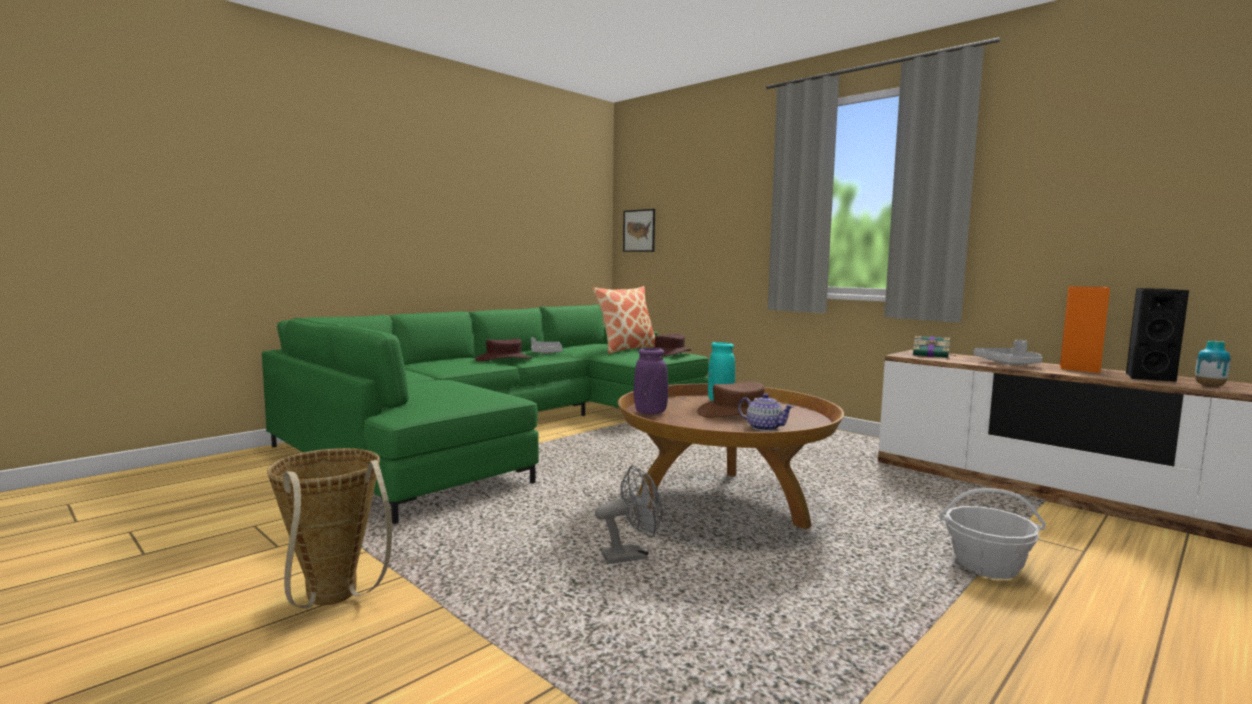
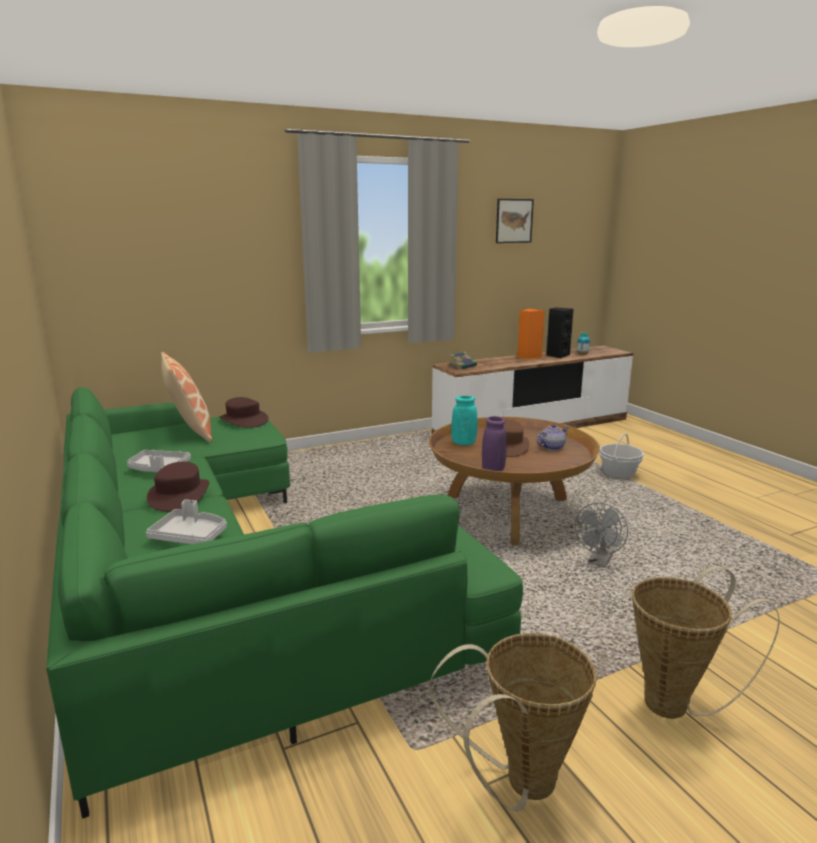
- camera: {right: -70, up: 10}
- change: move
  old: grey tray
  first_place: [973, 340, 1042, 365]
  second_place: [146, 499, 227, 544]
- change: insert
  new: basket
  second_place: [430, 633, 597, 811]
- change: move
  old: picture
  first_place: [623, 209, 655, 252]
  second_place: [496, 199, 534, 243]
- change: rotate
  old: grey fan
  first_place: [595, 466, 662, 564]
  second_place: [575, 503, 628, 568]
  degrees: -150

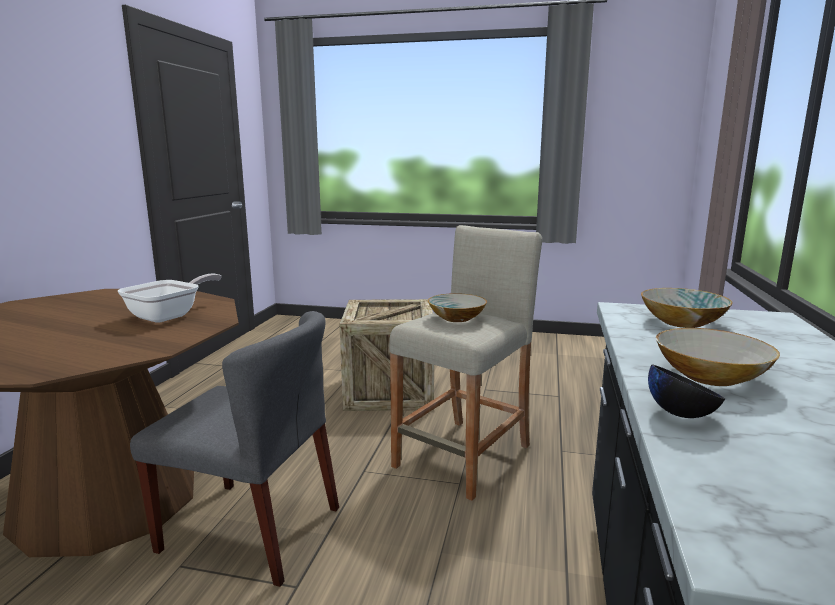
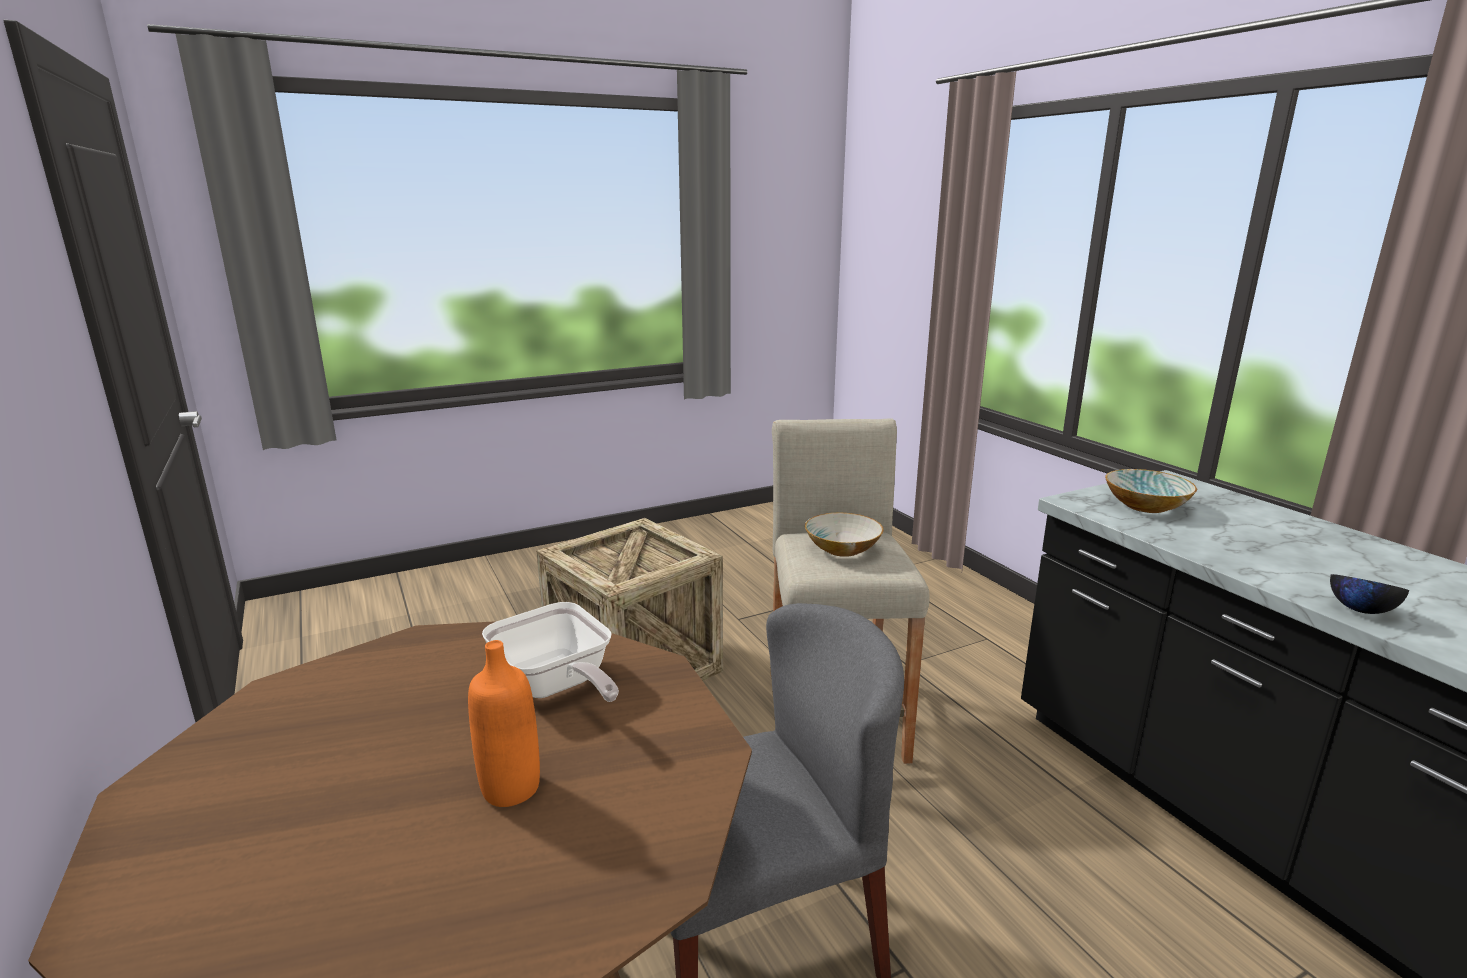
- camera: {right: -40, up: 5}
- change: insert
  new: orange bottle
  second_place: [468, 640, 540, 807]
- change: rotate
  old: frying pan
  first_place: [118, 274, 222, 323]
  second_place: [482, 602, 619, 702]
  degrees: 150
- change: delete
  old: bowl
  first_place: [656, 328, 780, 386]

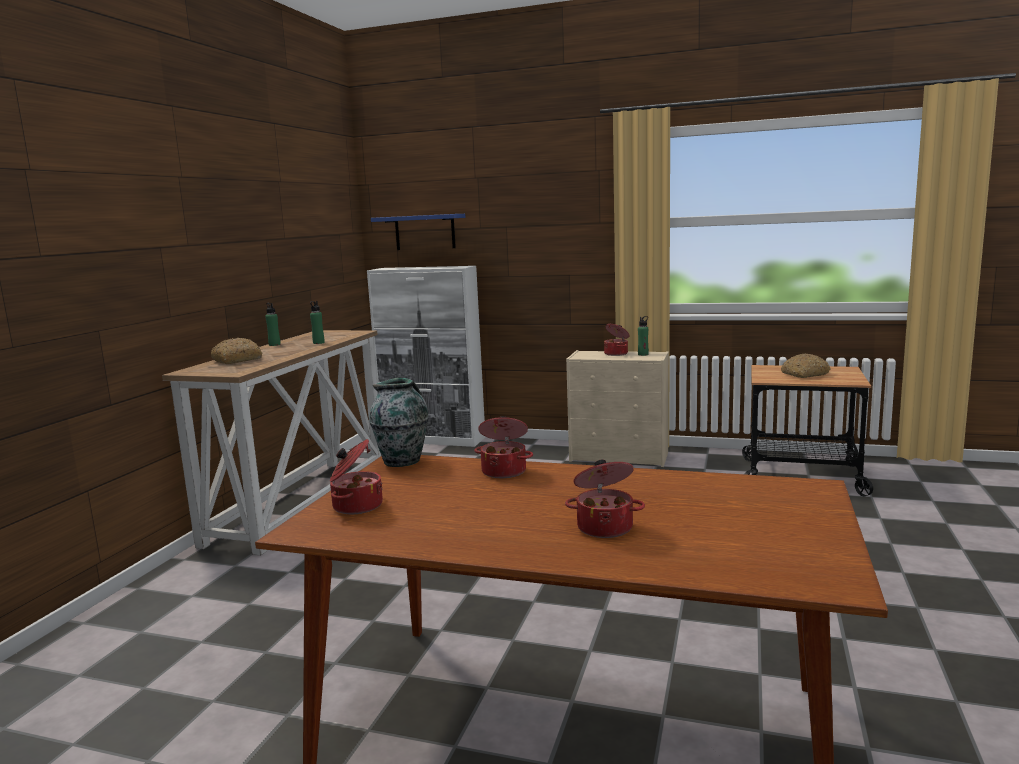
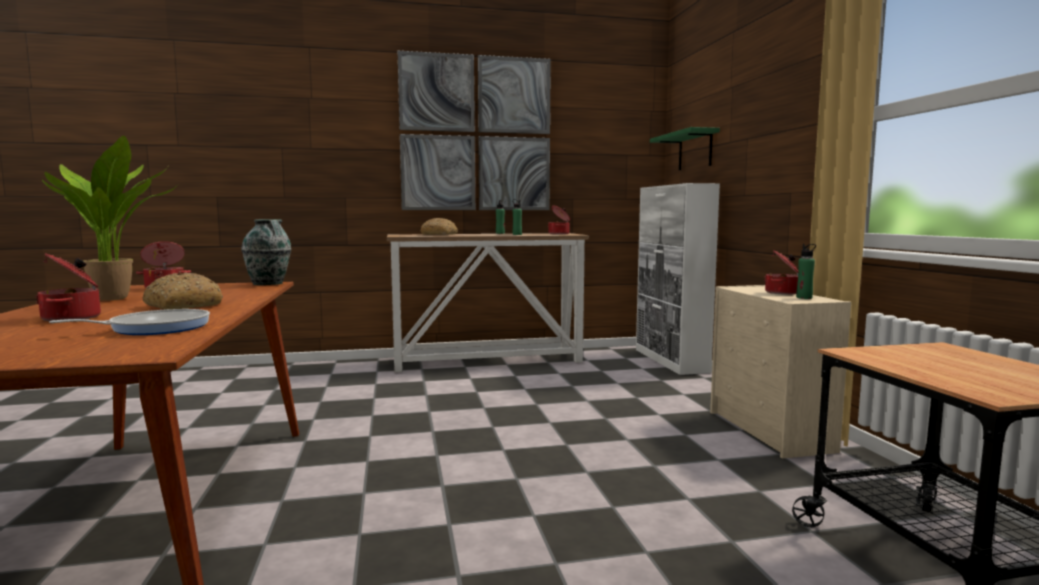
- camera: {right: 60, up: -5}
- change: insert
  new: potted plant
  second_place: [42, 136, 178, 301]
- change: insert
  new: frying pan
  second_place: [49, 309, 210, 335]
- change: move
  old: bread
  first_place: [781, 354, 831, 378]
  second_place: [142, 272, 223, 309]
- change: insert
  new: picture
  second_place: [397, 51, 551, 210]
- change: move
  old: cooking pot
  first_place: [474, 416, 533, 478]
  second_place: [548, 206, 570, 235]
- change: recolor
  old: blue shelf
  new: green shelf
  first_place: [371, 214, 465, 250]
  second_place: [650, 127, 720, 170]

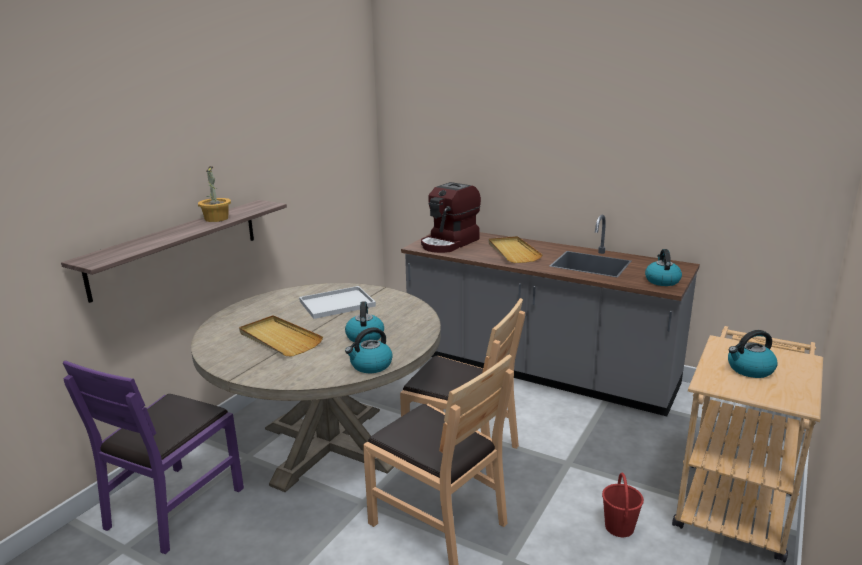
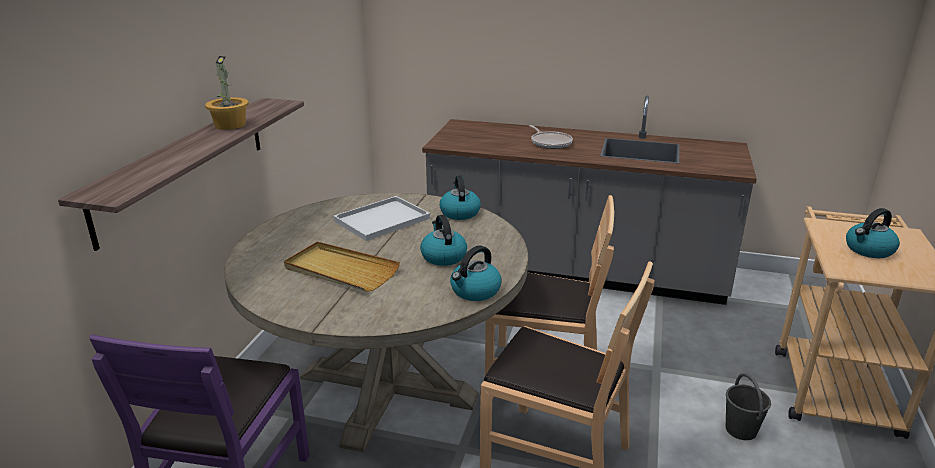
- camera: {right: -15, up: 5}
- change: move
  old: kettle
  first_place: [645, 249, 682, 286]
  second_place: [439, 175, 481, 220]
- change: replace
  old: beige tray
  new: frying pan
  first_place: [489, 236, 543, 263]
  second_place: [529, 125, 573, 149]
- change: recolor
  old: red bucket
  new: grey bucket
  first_place: [602, 473, 644, 537]
  second_place: [726, 373, 771, 440]
- change: delete
  old: coffee machine
  first_place: [421, 182, 481, 253]

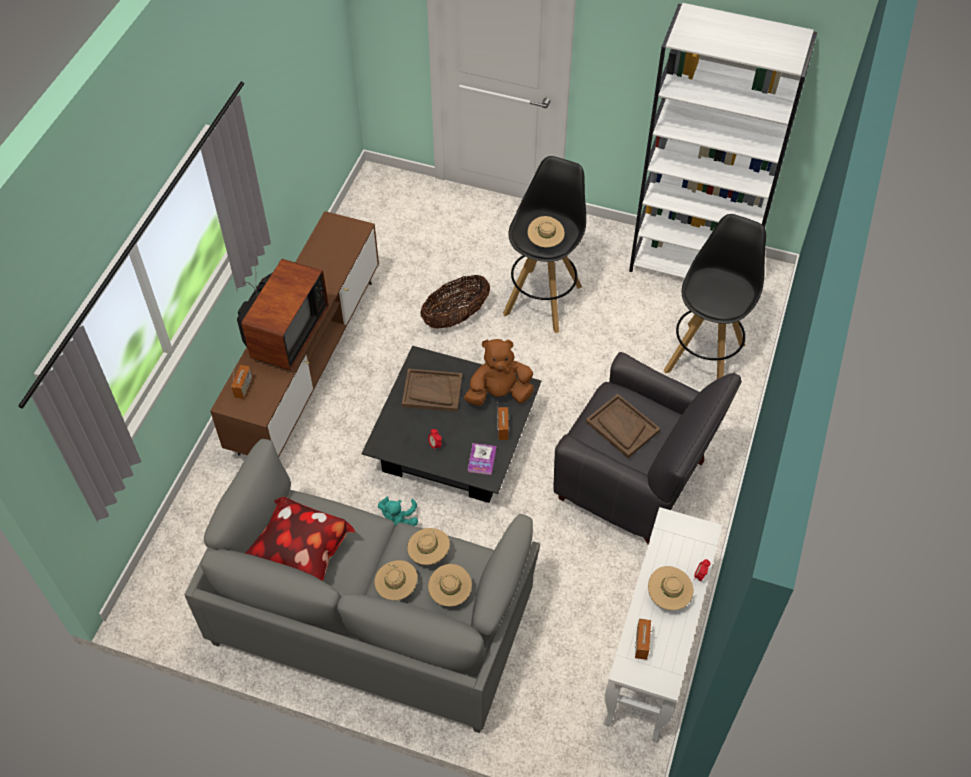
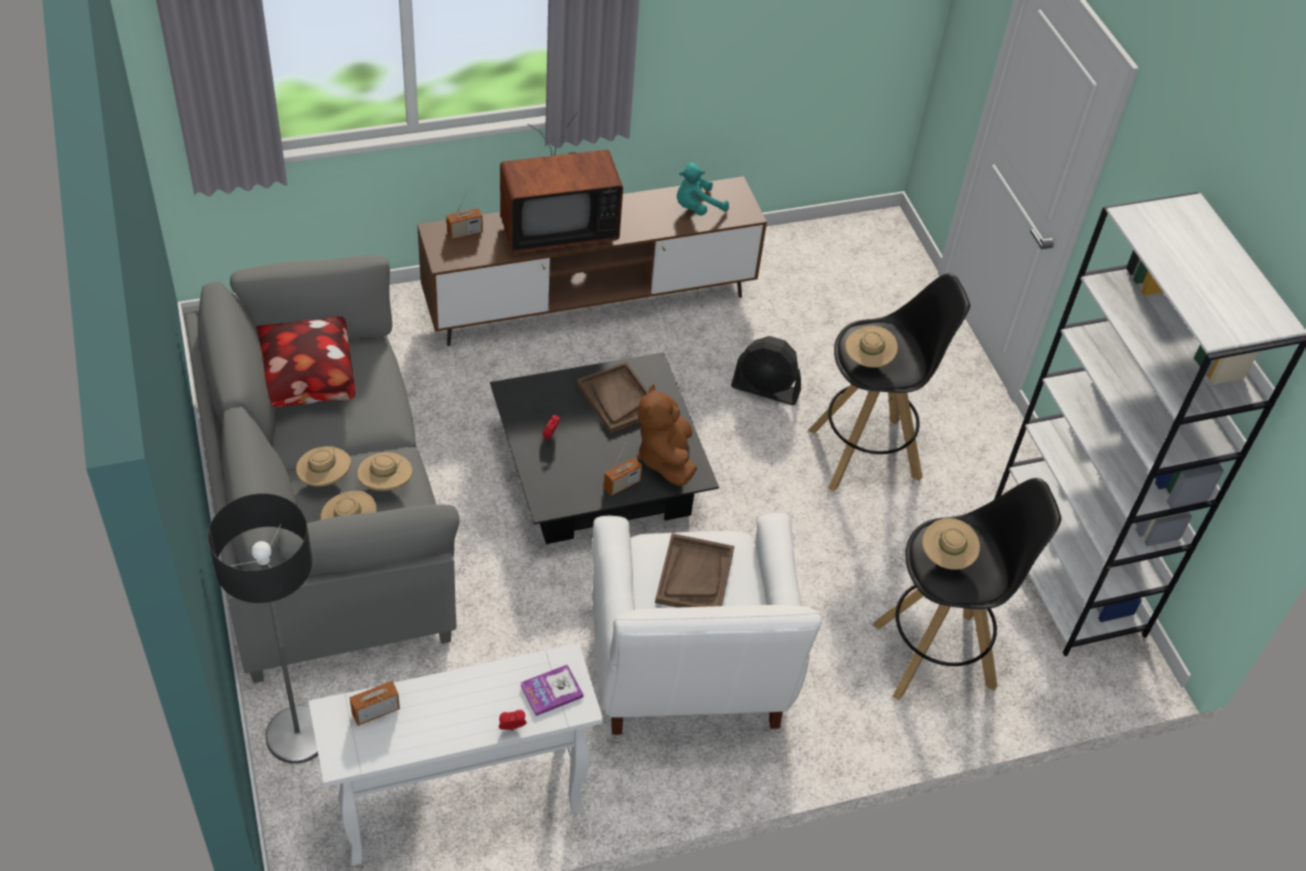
- camera: {right: 50, up: -5}
- change: insert
  new: floor lamp
  second_place: [208, 493, 318, 763]
- change: move
  old: book
  first_place: [468, 443, 497, 475]
  second_place: [520, 665, 584, 716]
- change: recolor
  old: black armchair
  new: white armchair
  first_place: [553, 352, 742, 544]
  second_place: [593, 511, 822, 735]
- change: rotate
  old: brown plush toy
  first_place: [464, 339, 534, 406]
  second_place: [637, 384, 697, 486]
  degrees: -135
- change: move
  old: turquoise plush toy
  first_place: [378, 497, 418, 526]
  second_place: [677, 163, 729, 216]
- change: replace
  old: basket
  new: black fan
  first_place: [420, 275, 490, 329]
  second_place: [731, 336, 801, 405]
- change: move
  old: beige hat
  first_place: [648, 566, 693, 610]
  second_place: [922, 518, 980, 570]

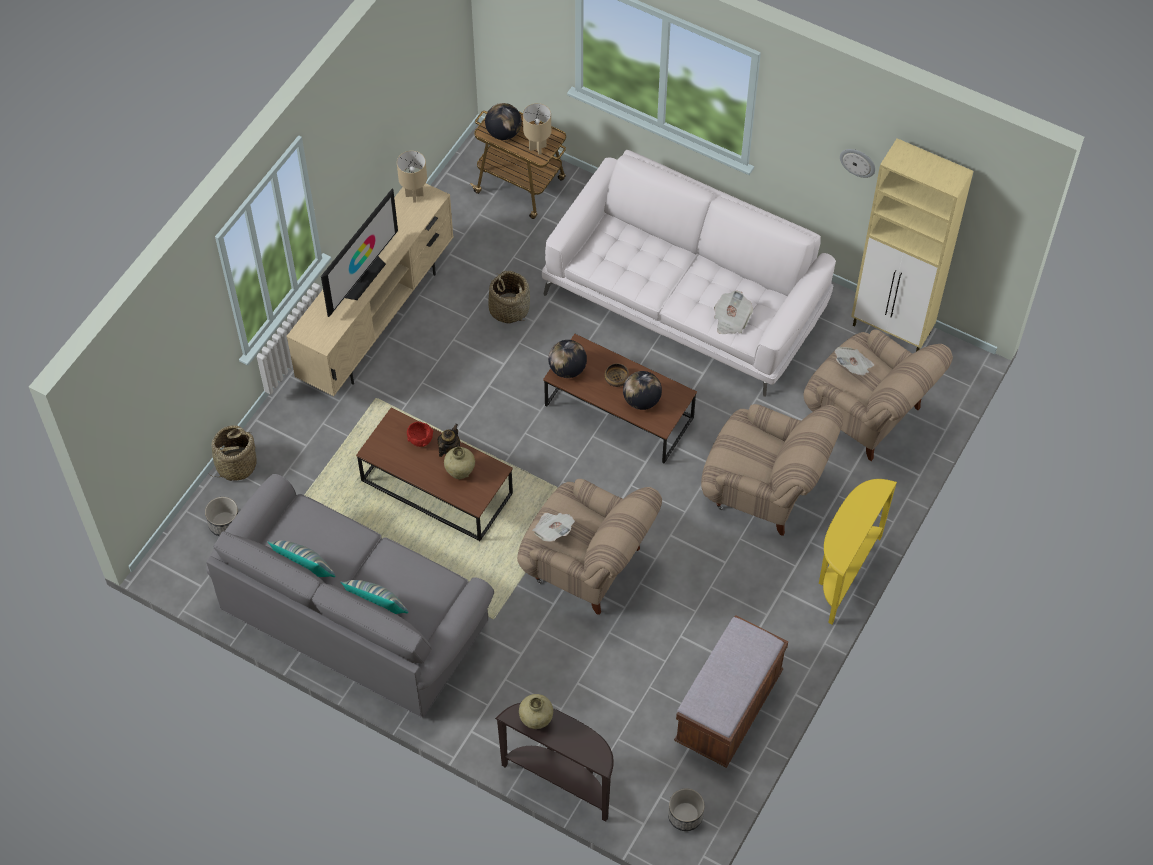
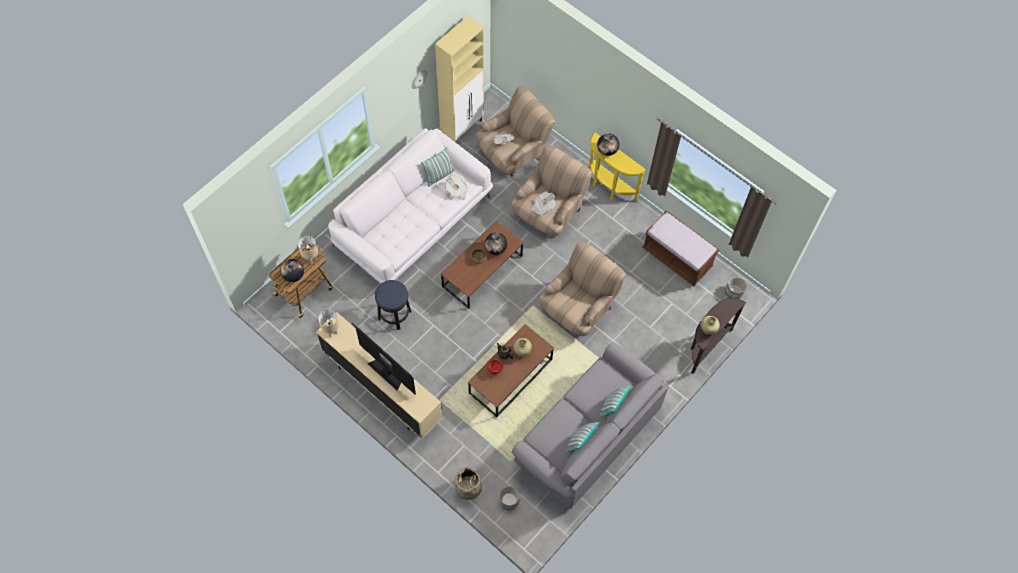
- camera: {right: -80, up: 5}
- change: replace
  old: basket
  new: stool
  first_place: [488, 271, 530, 323]
  second_place: [375, 280, 411, 330]
- change: insert
  new: pillow
  second_place: [421, 148, 454, 187]
- change: move
  old: newspaper
  first_place: [532, 513, 575, 542]
  second_place: [531, 191, 555, 216]
- change: move
  old: globe
  first_place: [548, 340, 587, 378]
  second_place: [597, 133, 620, 156]

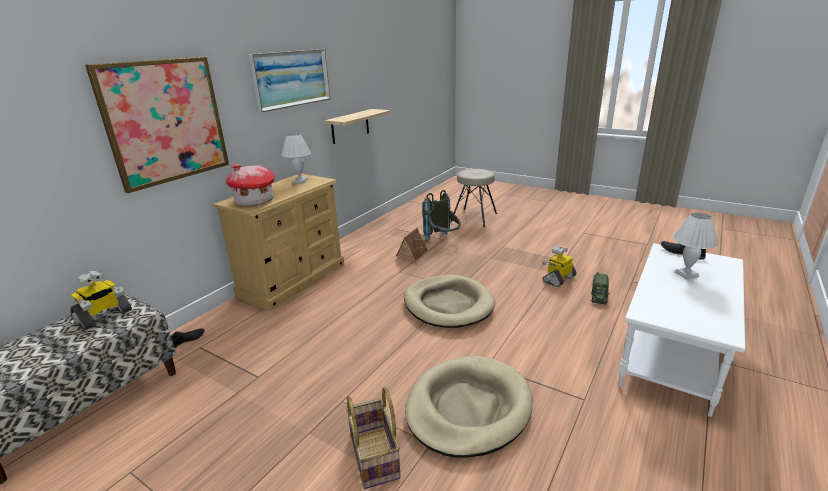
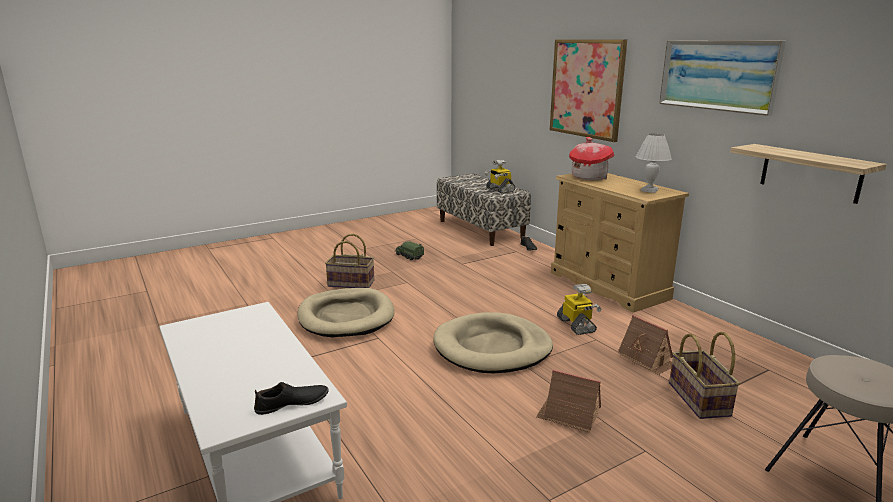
- camera: {right: 115, up: -5}
- change: move
  old: toy truck
  first_place: [592, 272, 610, 305]
  second_place: [395, 241, 424, 260]
- change: insert
  new: toy house
  second_place: [536, 369, 601, 433]
- change: move
  old: toy robot
  first_place: [542, 245, 577, 287]
  second_place: [557, 284, 601, 335]
- change: replace
  old: grey backpack
  new: basket
  first_place: [422, 190, 461, 240]
  second_place: [669, 332, 740, 419]
- change: delete
  old: white table lamp
  first_place: [673, 213, 718, 279]

